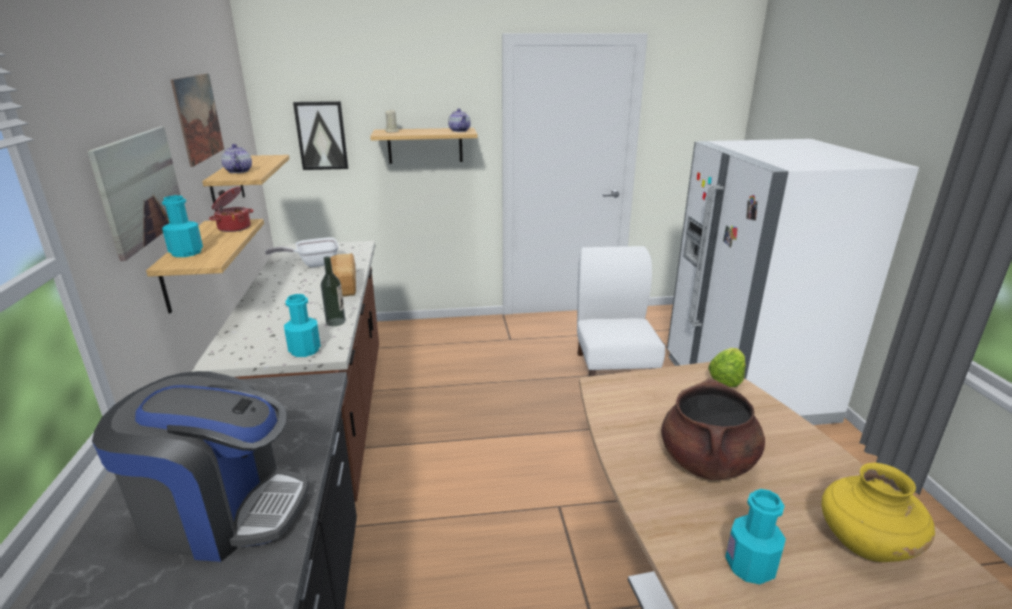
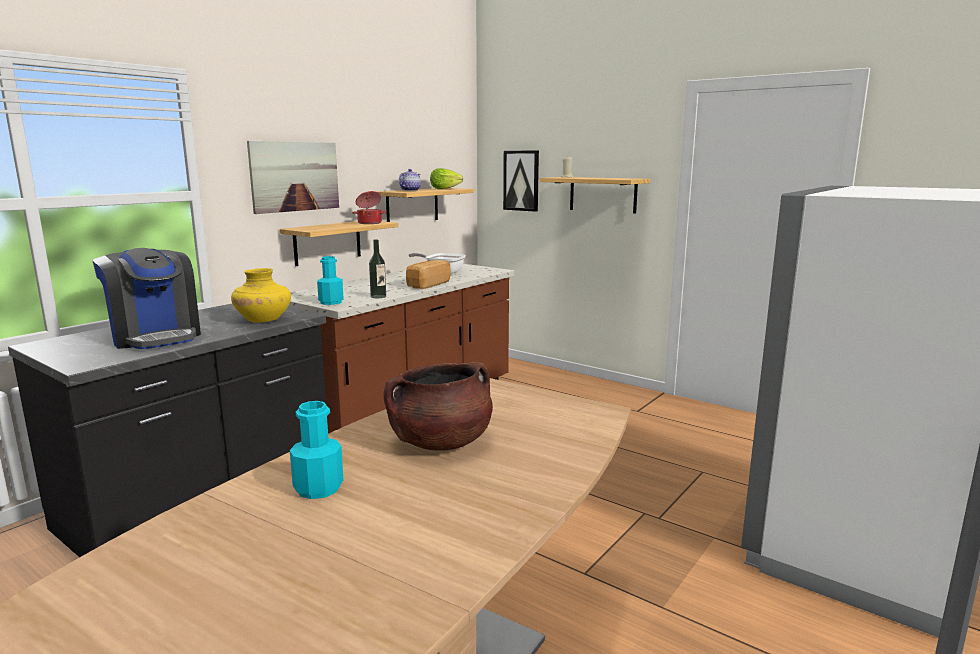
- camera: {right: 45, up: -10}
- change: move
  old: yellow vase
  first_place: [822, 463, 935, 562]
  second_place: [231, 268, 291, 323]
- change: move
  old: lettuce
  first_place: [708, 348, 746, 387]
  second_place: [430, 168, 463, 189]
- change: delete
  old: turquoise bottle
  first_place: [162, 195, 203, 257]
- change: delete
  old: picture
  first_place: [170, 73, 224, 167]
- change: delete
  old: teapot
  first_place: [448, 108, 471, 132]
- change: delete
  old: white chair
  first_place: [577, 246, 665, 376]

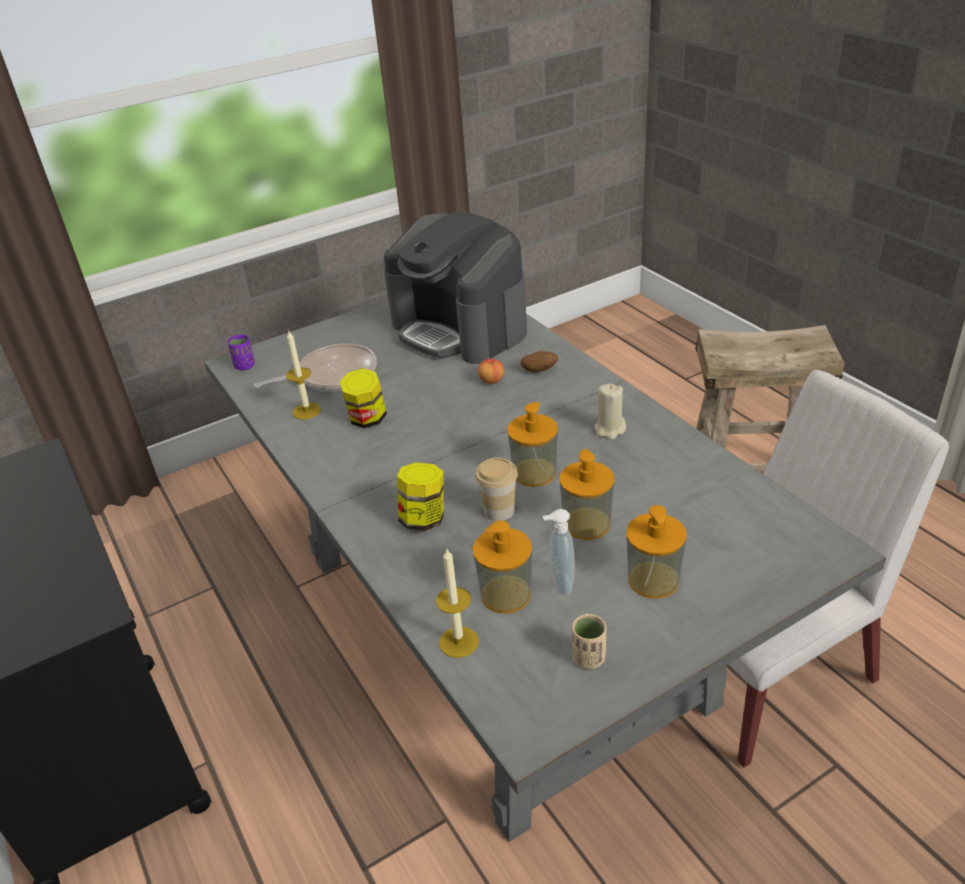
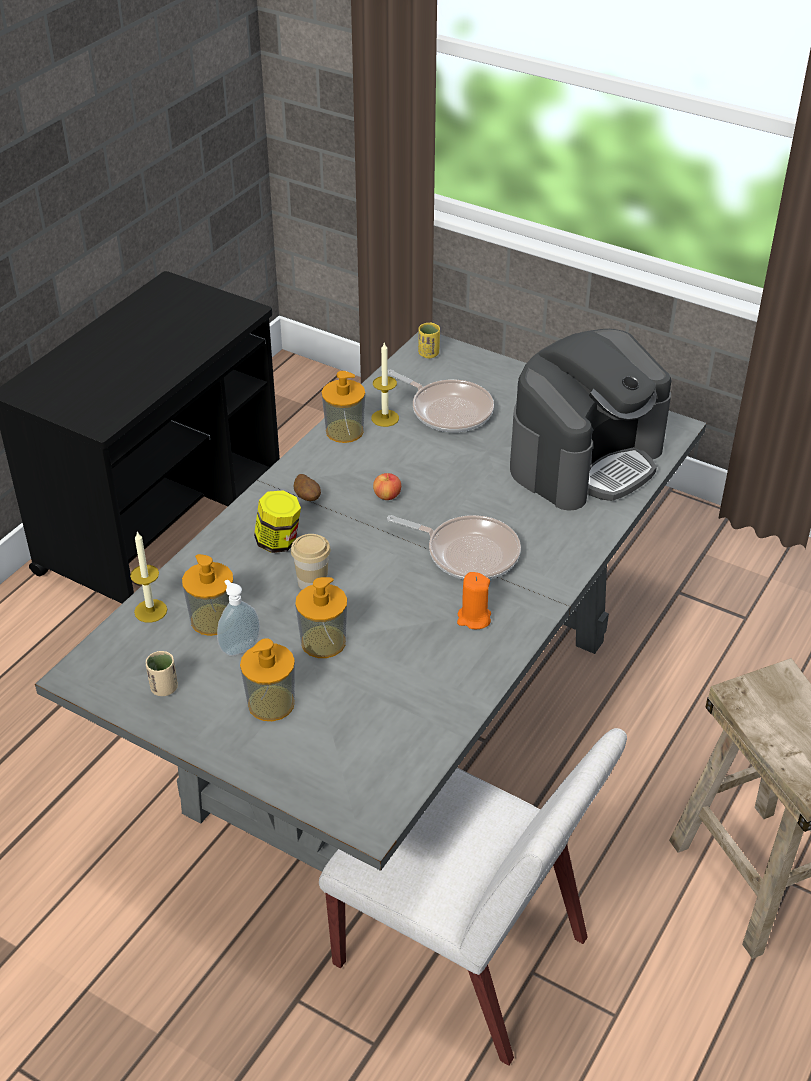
- camera: {right: 60, up: 5}
- change: move
  old: potato
  first_place: [521, 351, 558, 372]
  second_place: [294, 474, 321, 501]
- change: move
  old: soap dispenser
  first_place: [507, 402, 558, 487]
  second_place: [321, 371, 365, 443]
- change: move
  old: apple
  first_place: [478, 358, 504, 384]
  second_place: [373, 473, 401, 500]
- change: insert
  new: frying pan
  second_place: [387, 515, 521, 580]
- change: recolor
  old: purple cup
  new: yellow cup
  first_place: [228, 335, 255, 370]
  second_place: [418, 323, 440, 358]
- change: recolor
  old: beige candle
  new: orange candle
  first_place: [595, 384, 626, 440]
  second_place: [457, 572, 491, 629]
- change: rotate
  old: coffee machine
  first_place: [384, 211, 527, 364]
  second_place: [510, 329, 672, 511]
  degrees: -150
- change: delete
  old: jar
  first_place: [340, 368, 387, 428]

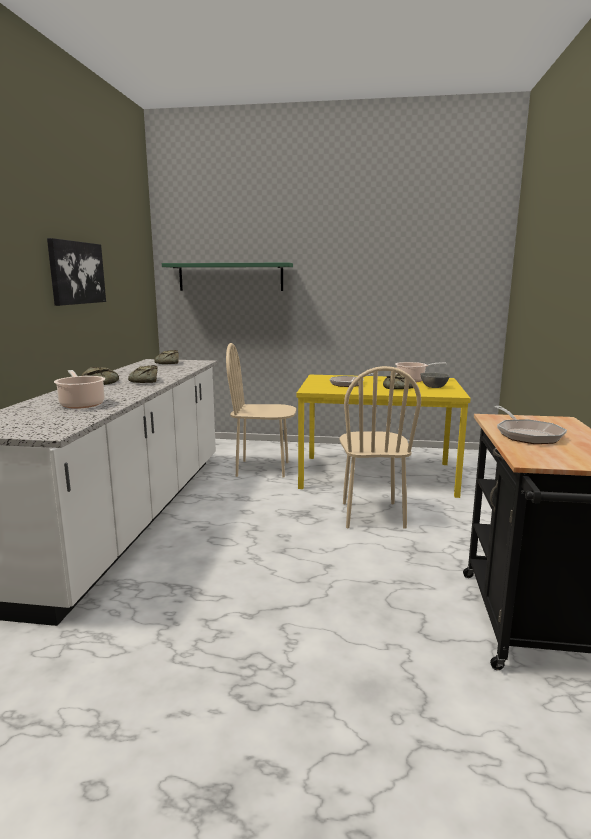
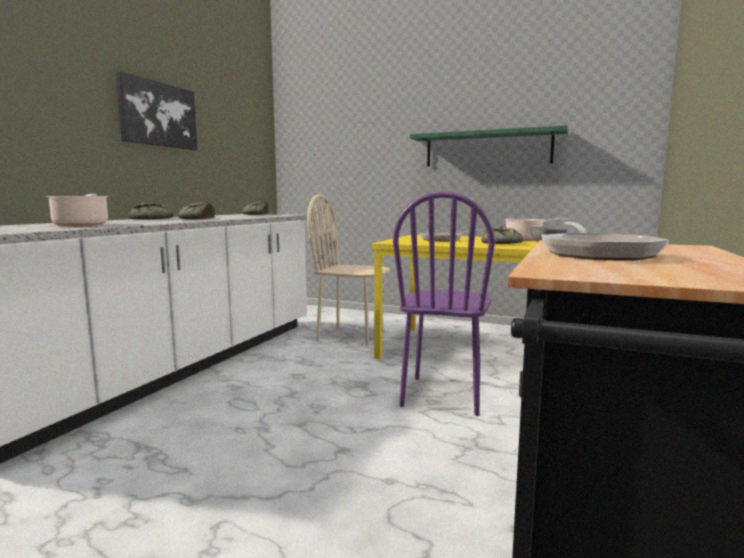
- camera: {right: 15, up: -5}
- change: recolor
  old: beige chair
  new: purple chair
  first_place: [339, 366, 421, 529]
  second_place: [393, 191, 495, 416]
- change: move
  old: green shelf
  first_place: [162, 263, 293, 291]
  second_place: [410, 125, 568, 167]

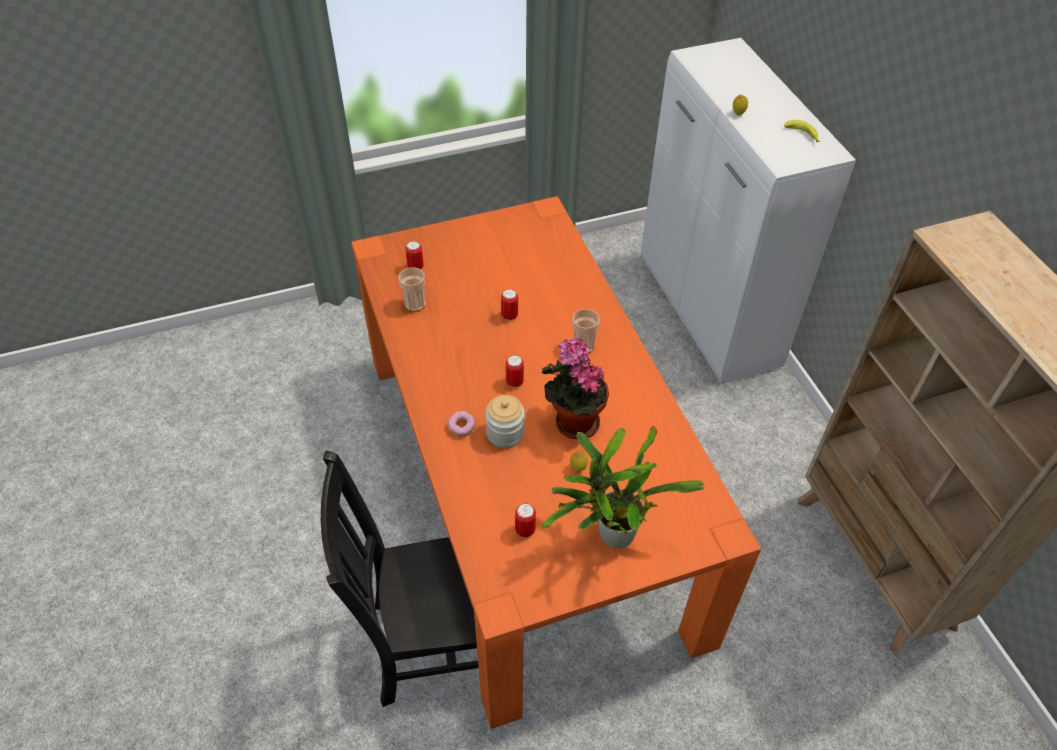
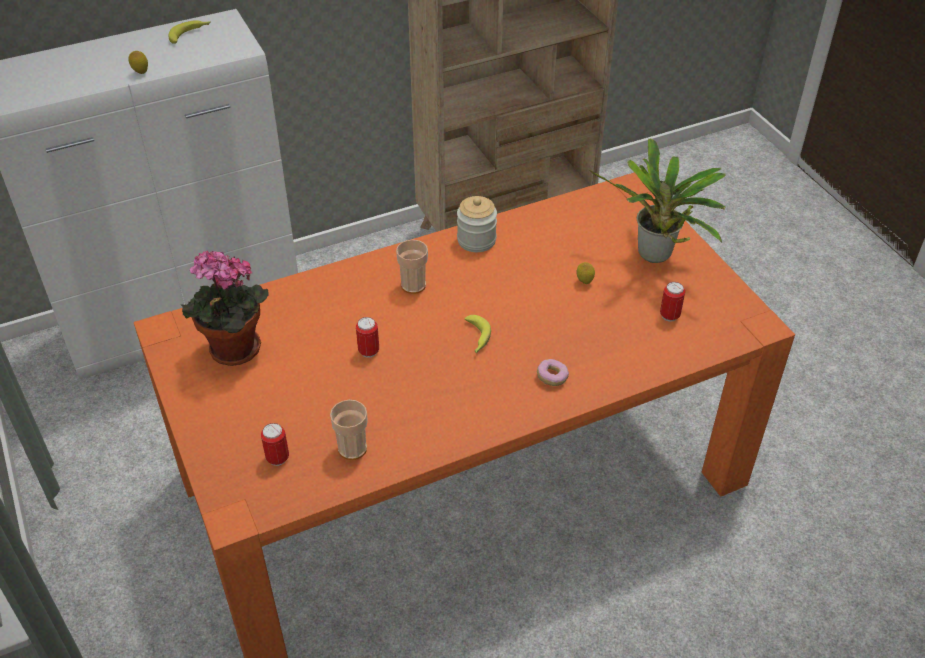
- camera: {right: -95, up: -5}
- change: move
  old: potted plant
  first_place: [542, 338, 609, 439]
  second_place: [181, 251, 269, 366]
- change: move
  old: jar
  first_place: [485, 395, 525, 448]
  second_place: [457, 196, 497, 252]
- change: replace
  old: can
  new: banana
  first_place: [506, 355, 524, 388]
  second_place: [465, 315, 491, 353]
- change: delete
  old: black chair
  first_place: [321, 451, 479, 707]

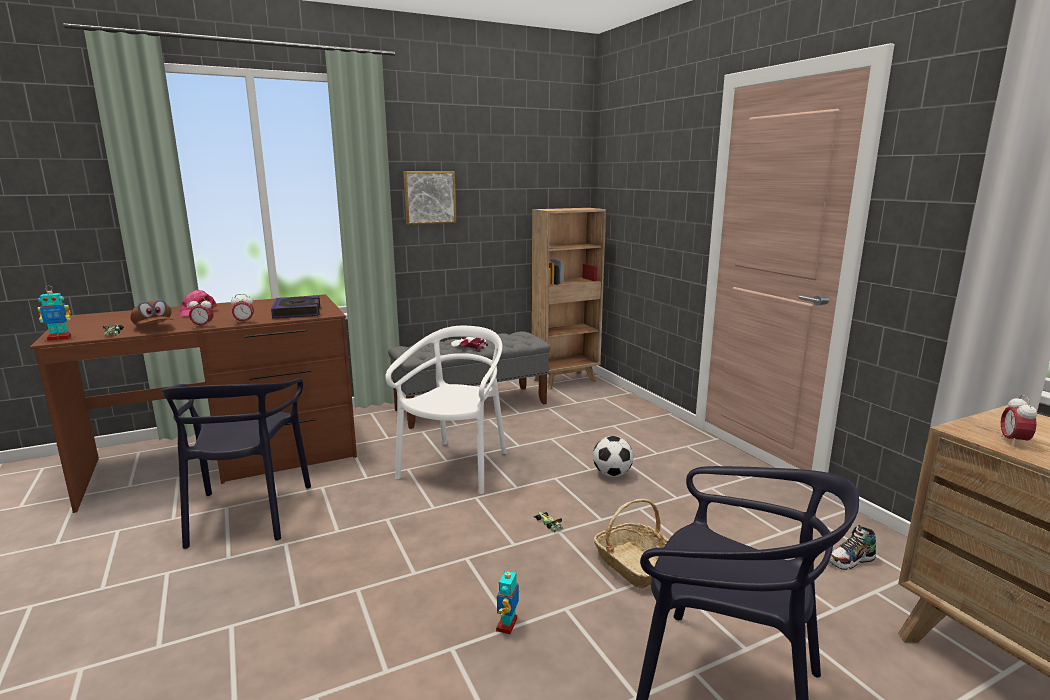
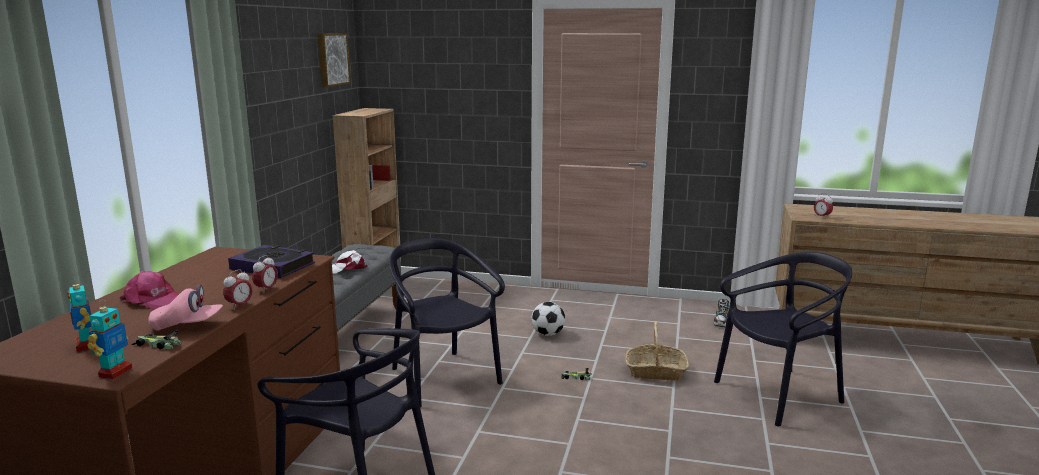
- camera: {right: -50, up: 0}
- change: move
  old: toy robot
  first_place: [496, 568, 519, 634]
  second_place: [67, 281, 92, 352]
- change: recolor
  old: brown cap
  new: pink cap
  first_place: [130, 299, 173, 326]
  second_place: [148, 284, 223, 331]
- change: move
  old: picture
  first_place: [403, 171, 456, 225]
  second_place: [318, 33, 351, 87]
- change: recolor
  old: white chair
  new: black chair
  first_place: [385, 326, 506, 494]
  second_place: [389, 238, 505, 408]

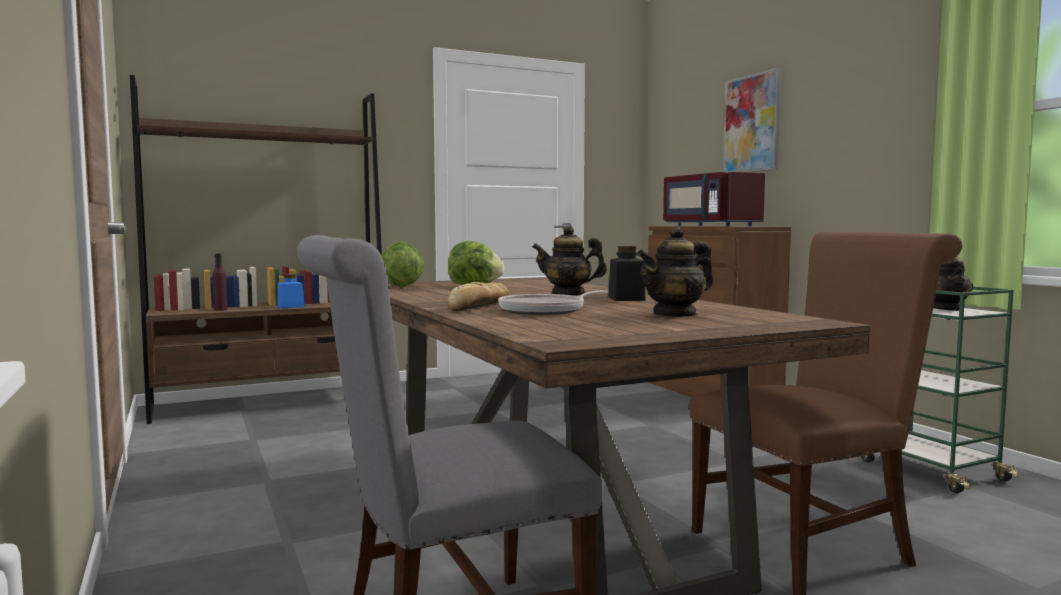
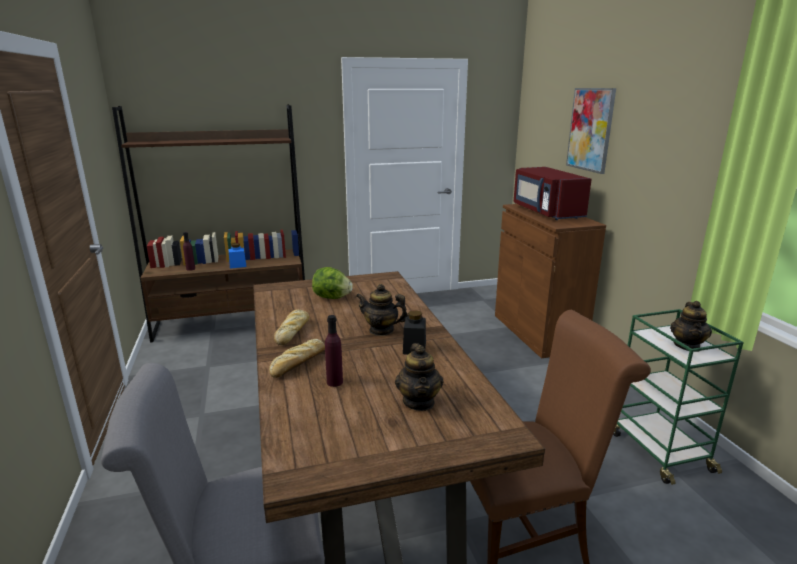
- camera: {right: 10, up: 15}
- change: insert
  new: bread
  second_place: [274, 309, 309, 346]
- change: replace
  old: frying pan
  new: purple bottle
  first_place: [498, 290, 608, 315]
  second_place: [325, 315, 343, 387]
- change: rotate
  old: teapot
  first_place: [637, 226, 713, 317]
  second_place: [395, 343, 444, 411]
  degrees: -75
- change: delete
  old: lettuce
  first_place: [381, 241, 424, 287]

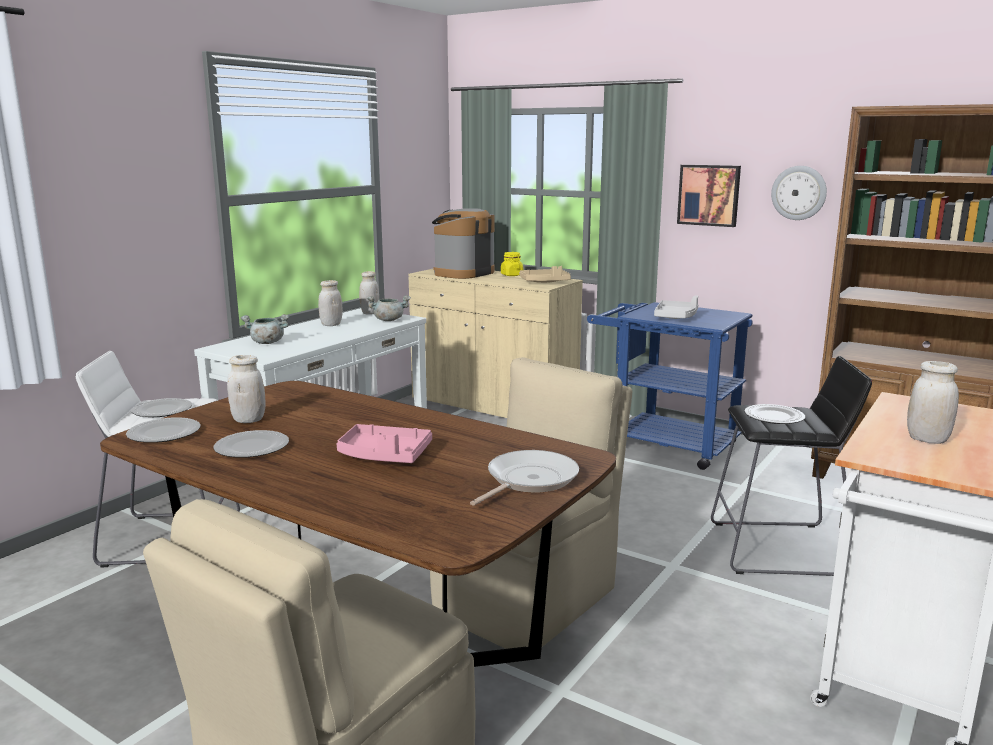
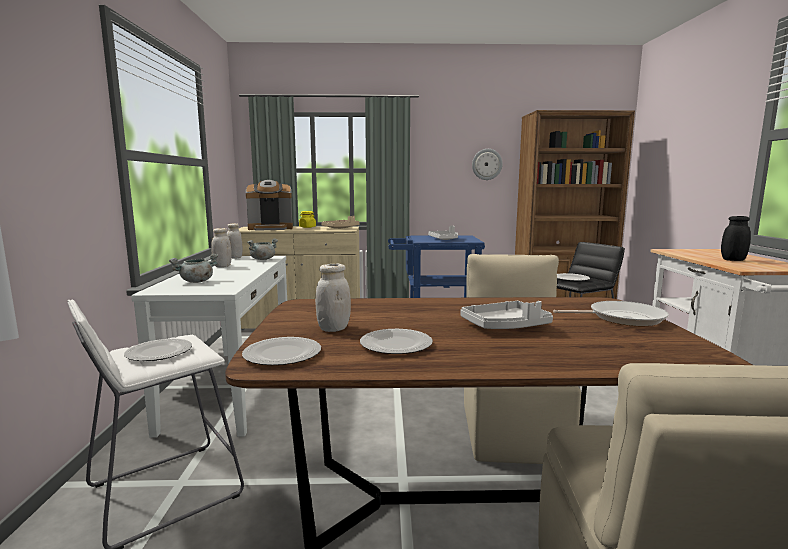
- camera: {right: -35, up: -5}
- change: rotate
  old: coffee machine
  first_place: [432, 208, 495, 279]
  second_place: [246, 180, 293, 231]
  degrees: -105
- change: recolor
  old: pink tray
  new: grey tray
  first_place: [337, 424, 432, 463]
  second_place: [460, 301, 553, 329]
- change: rotate
  old: frying pan
  first_place: [470, 450, 579, 506]
  second_place: [553, 301, 669, 326]
  degrees: 90
- change: recolor
  old: white jar
  new: black jar
  first_place: [907, 361, 959, 444]
  second_place: [721, 216, 751, 261]
- change: delete
  old: picture
  first_place: [677, 165, 741, 227]

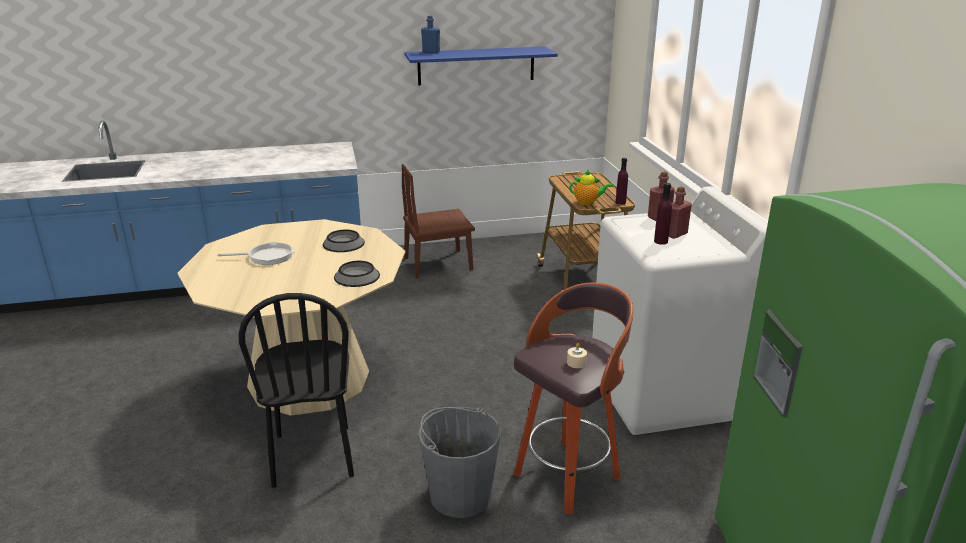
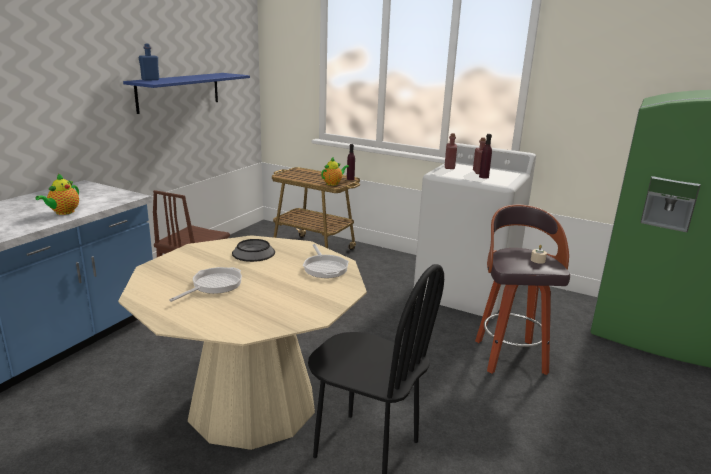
- camera: {right: -50, up: -5}
- change: insert
  new: teapot
  second_place: [35, 174, 79, 215]
- change: replace
  old: bowl
  new: frying pan
  first_place: [334, 261, 380, 287]
  second_place: [303, 244, 349, 278]
- change: delete
  old: grey bucket
  first_place: [418, 407, 500, 518]

